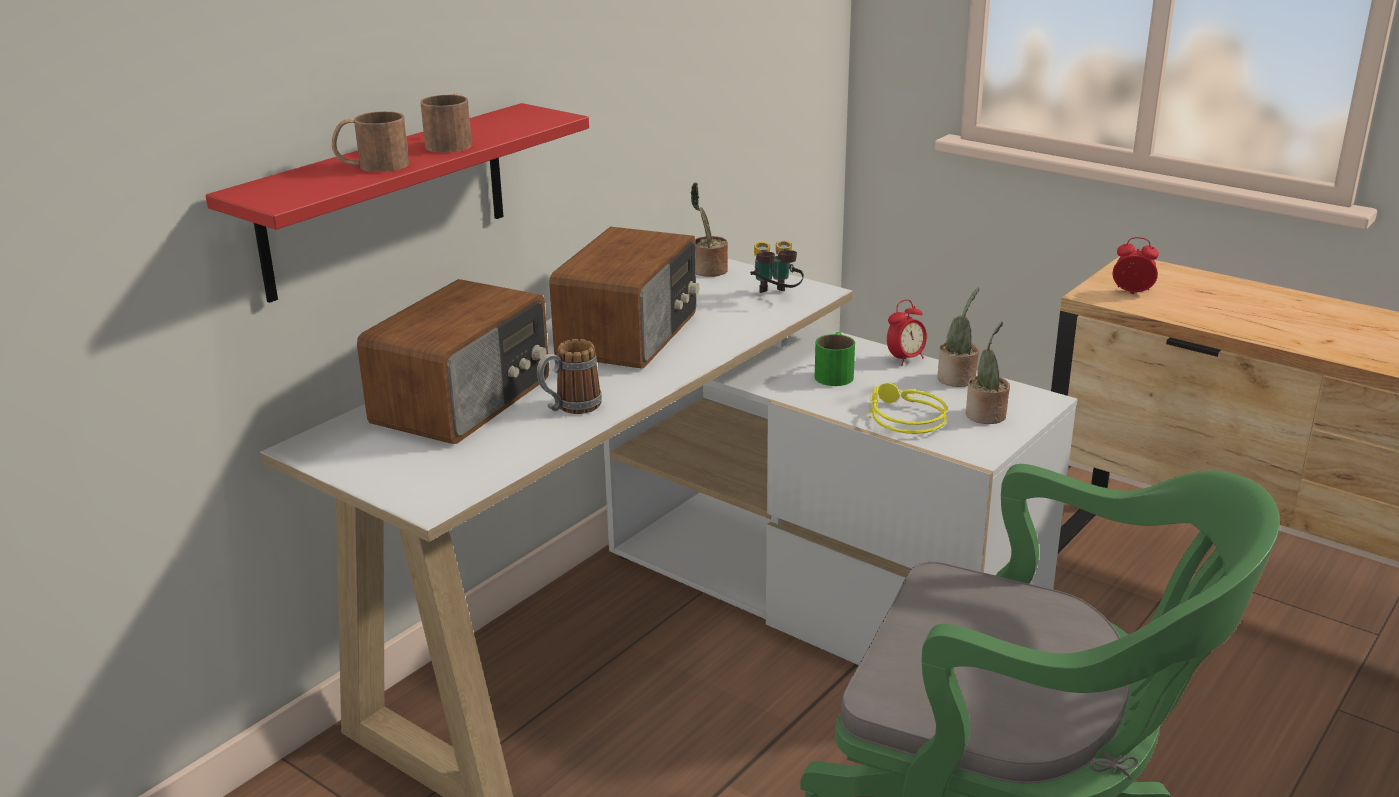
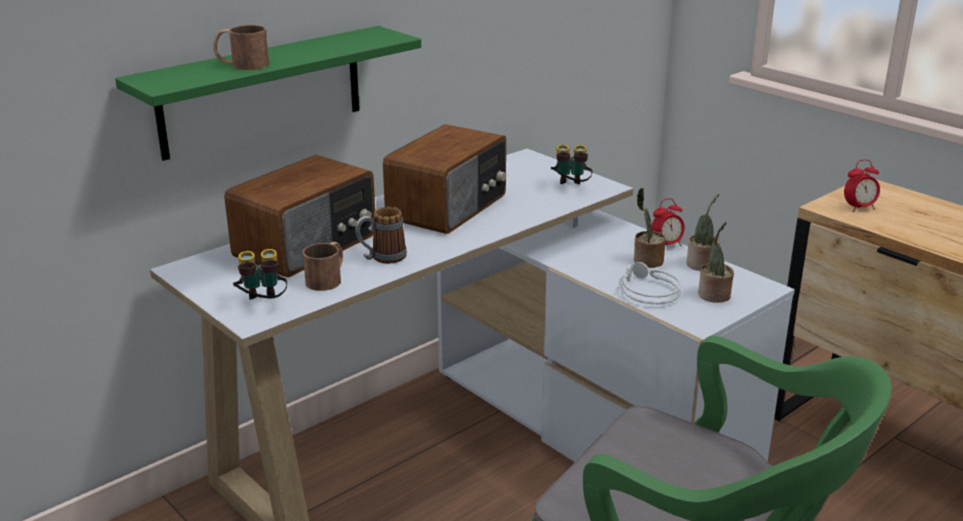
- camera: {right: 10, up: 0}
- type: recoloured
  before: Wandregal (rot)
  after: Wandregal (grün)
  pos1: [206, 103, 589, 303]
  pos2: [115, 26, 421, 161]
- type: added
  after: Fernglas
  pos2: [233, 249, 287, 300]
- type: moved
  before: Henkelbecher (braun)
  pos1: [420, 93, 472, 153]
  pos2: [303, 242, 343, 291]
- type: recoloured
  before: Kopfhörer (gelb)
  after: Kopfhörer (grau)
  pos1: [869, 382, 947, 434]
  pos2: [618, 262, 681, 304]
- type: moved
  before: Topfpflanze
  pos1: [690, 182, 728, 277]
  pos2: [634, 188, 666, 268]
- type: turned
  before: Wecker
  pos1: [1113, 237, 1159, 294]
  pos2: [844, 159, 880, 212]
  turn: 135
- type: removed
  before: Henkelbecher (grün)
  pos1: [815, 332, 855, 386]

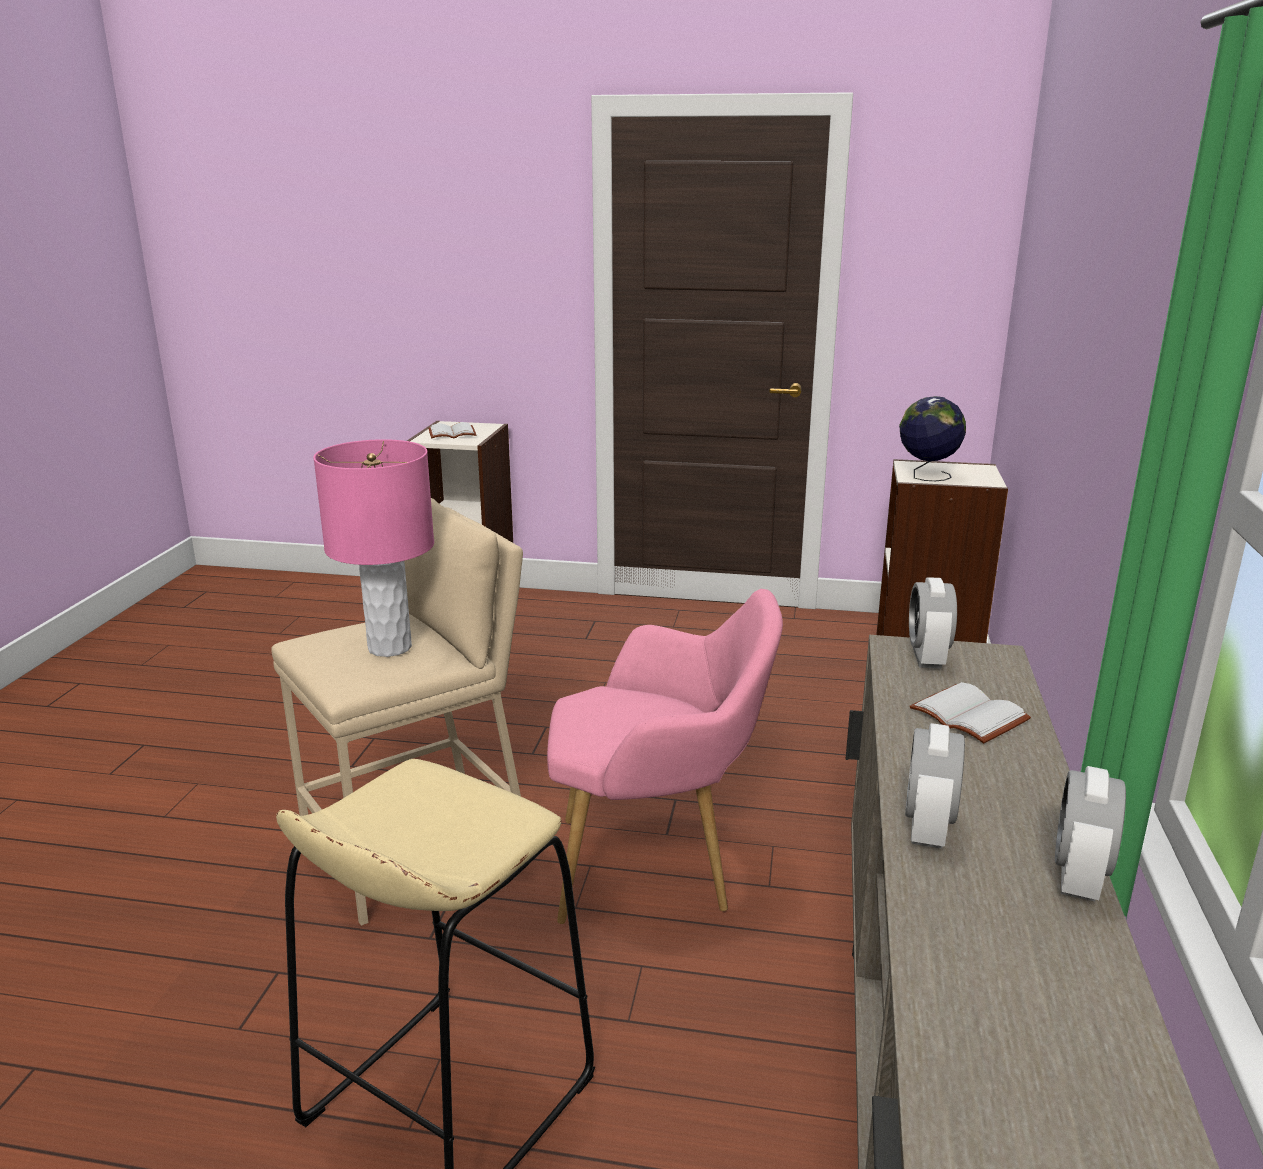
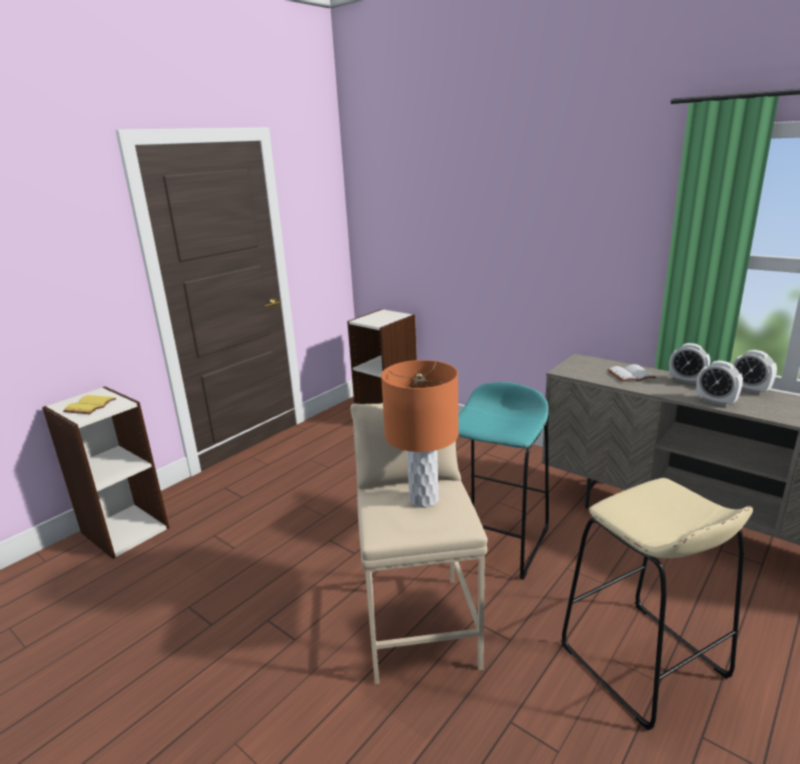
- camera: {right: -60, up: 0}
- type: recoloured
  before: Buch (weiß)
  after: Buch (gelb)
  pos1: [429, 422, 476, 438]
  pos2: [63, 395, 116, 414]
- type: recoloured
  before: Tischlampe (rosa)
  after: Tischlampe (orange)
  pos1: [313, 439, 434, 657]
  pos2: [381, 360, 459, 508]
- type: replaced
  before: Sessel (rosa)
  after: Hocker (türkis)
  pos1: [547, 589, 783, 924]
  pos2: [458, 382, 549, 580]
- type: moved
  before: Wecker
  pos1: [909, 577, 957, 669]
  pos2: [669, 343, 710, 385]
- type: removed
  before: Globus
  pos1: [899, 396, 966, 481]

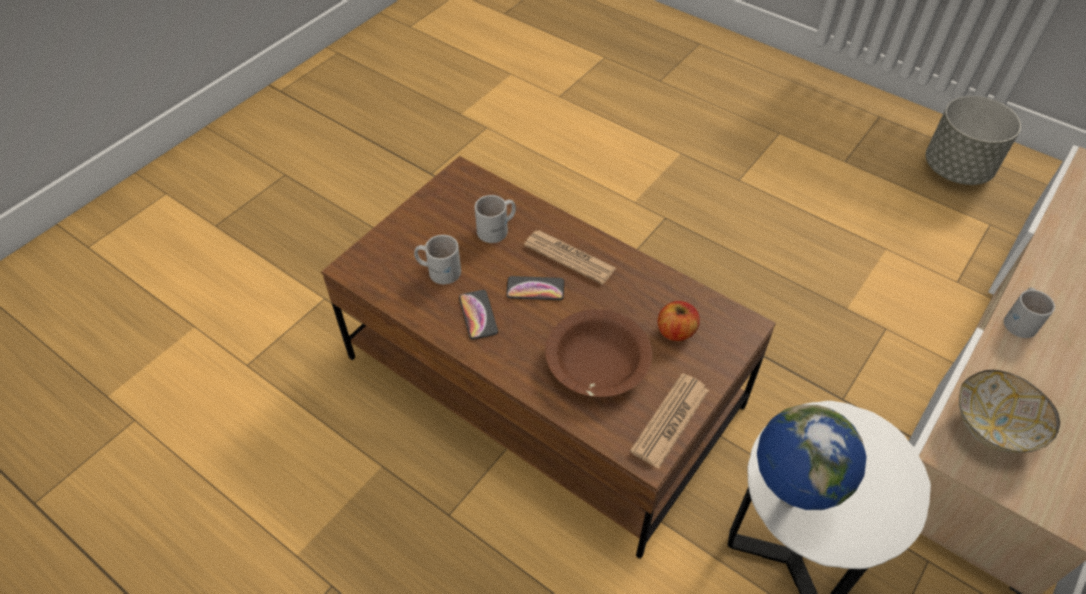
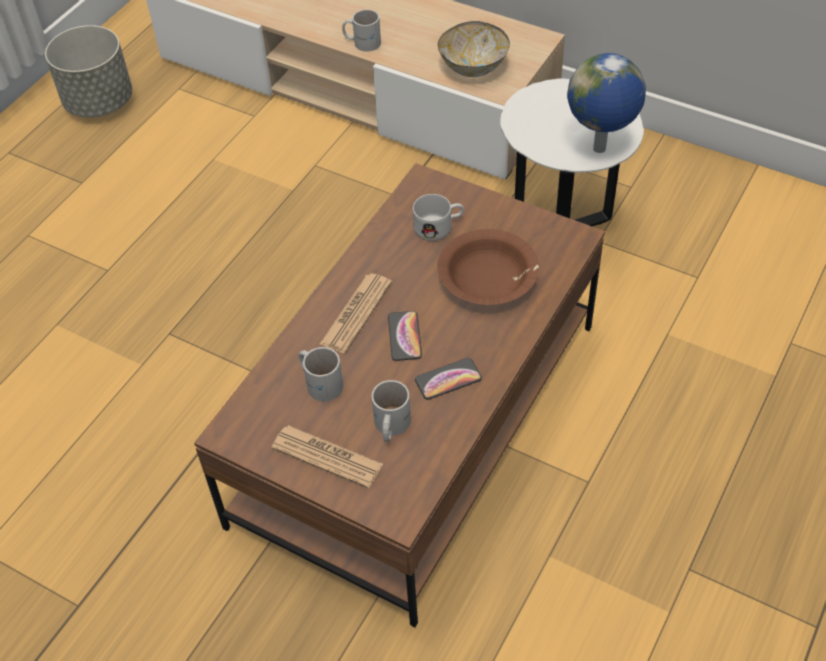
- camera: {right: -95, up: 0}
- type: moved
  before: Zeitung
  pos1: [630, 373, 709, 469]
  pos2: [272, 425, 383, 488]
- type: replaced
  before: Apfel
  after: Henkelbecher (weiß)
  pos1: [658, 301, 700, 341]
  pos2: [413, 194, 464, 241]

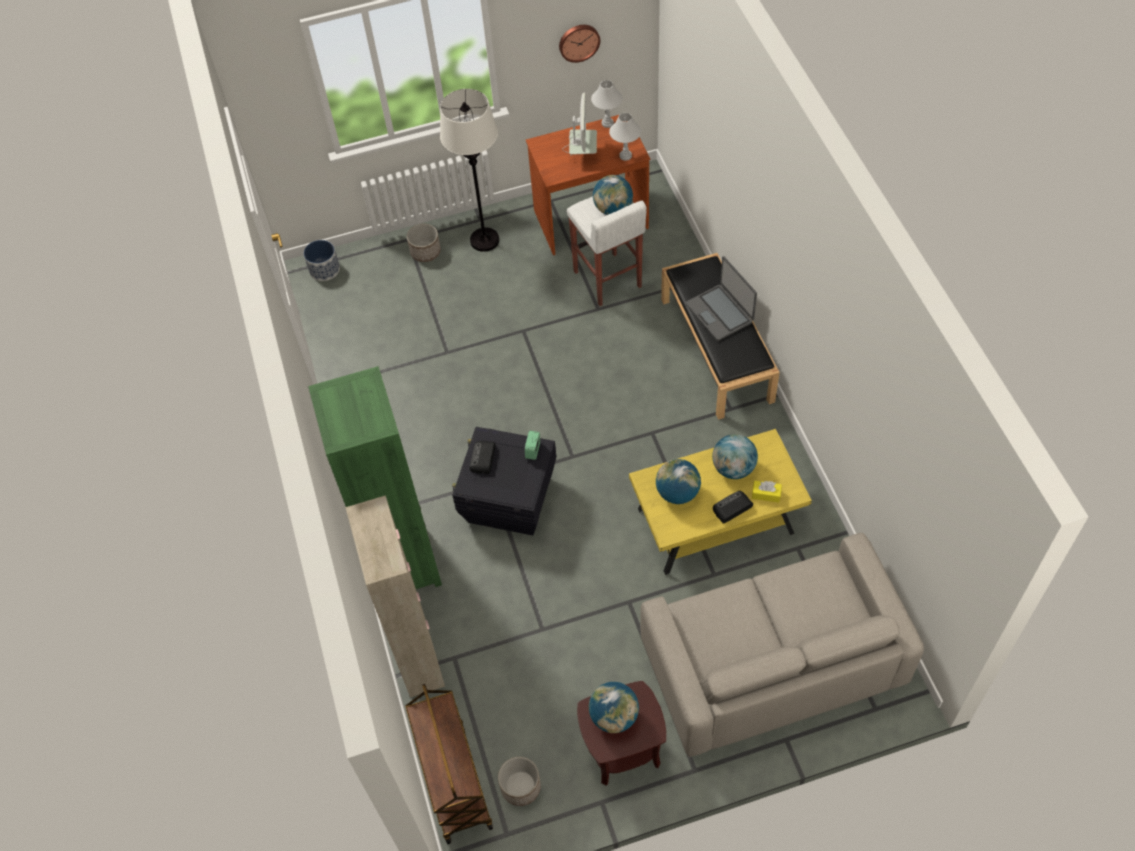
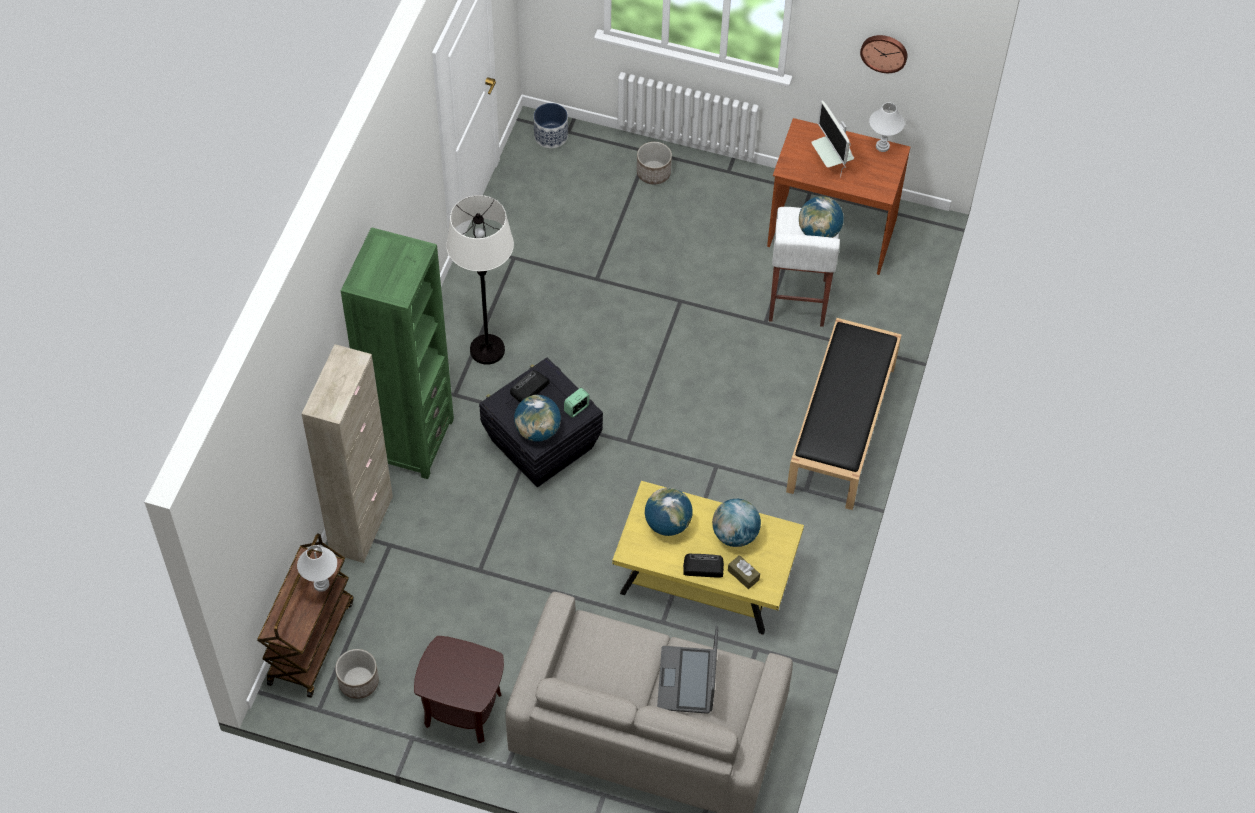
- camera: {right: 30, up: 0}
- type: moved
  before: Tischlampe (weiß)
  pos1: [609, 113, 641, 161]
  pos2: [297, 545, 337, 592]
- type: moved
  before: Stehlampe (weiß)
  pos1: [440, 89, 499, 252]
  pos2: [446, 195, 514, 365]
- type: moved
  before: Globus
  pos1: [589, 682, 639, 733]
  pos2: [514, 395, 561, 442]
- type: moved
  before: Laptop
  pos1: [686, 256, 757, 341]
  pos2: [657, 626, 718, 714]
- type: recoloured
  before: Taschentuchbox (gelb)
  after: Taschentuchbox (braun)
  pos1: [752, 480, 782, 503]
  pos2: [728, 555, 760, 589]
- type: turned
  before: Monitor
  pos1: [562, 93, 597, 156]
  pos2: [811, 101, 854, 177]
  turn: 120

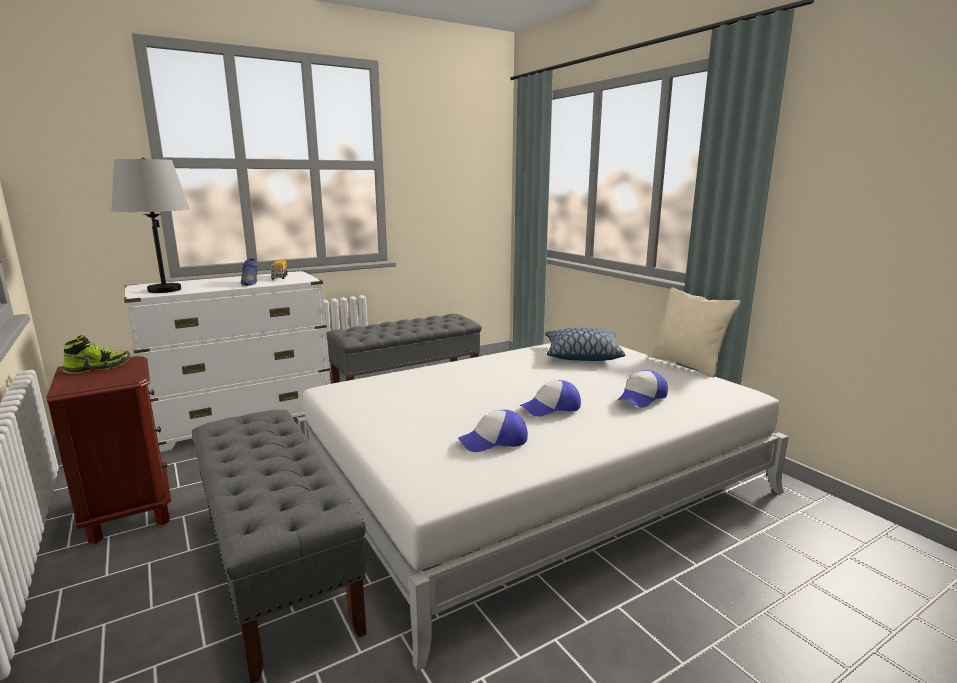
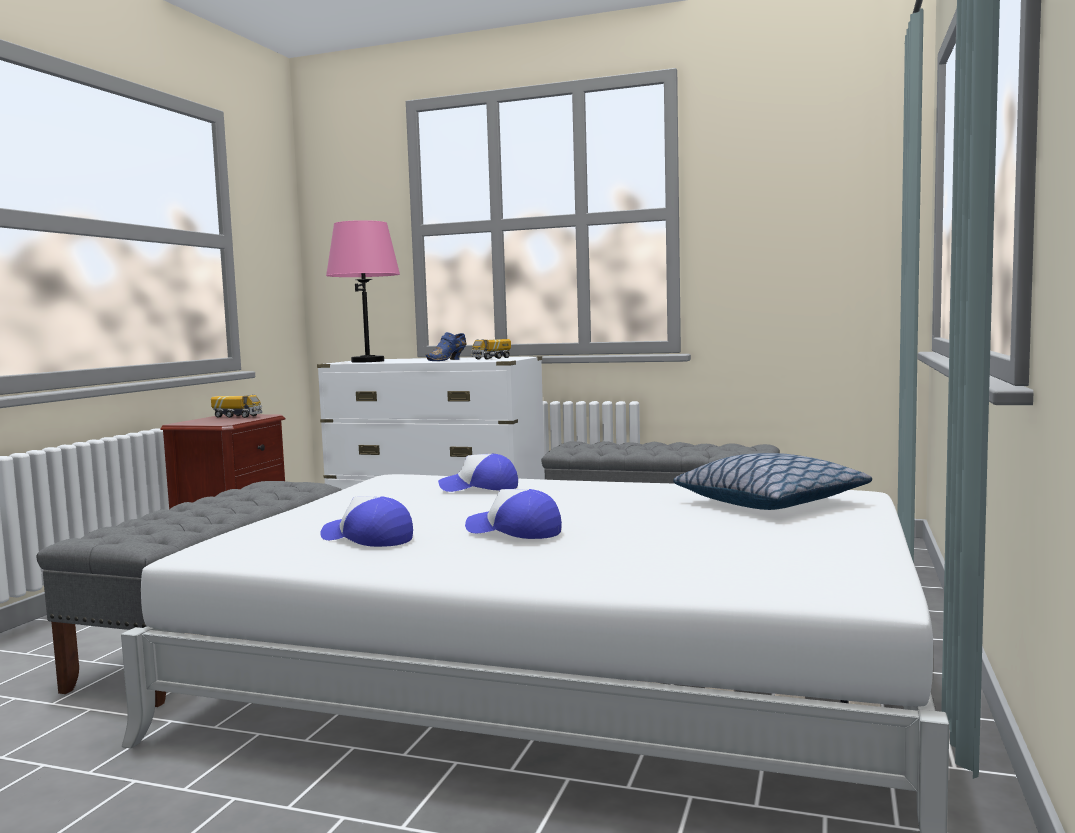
- camera: {right: 50, up: -10}
- type: replaced
  before: Schuh
  after: Spielzeuglaster
  pos1: [63, 334, 130, 374]
  pos2: [211, 394, 263, 418]
- type: recoloured
  before: Tischlampe (grau)
  after: Tischlampe (rosa)
  pos1: [111, 158, 190, 293]
  pos2: [326, 220, 400, 363]
- type: moved
  before: Kappe
  pos1: [617, 370, 668, 408]
  pos2: [438, 454, 518, 492]
- type: removed
  before: Kissen (beige)
  pos1: [649, 287, 741, 377]

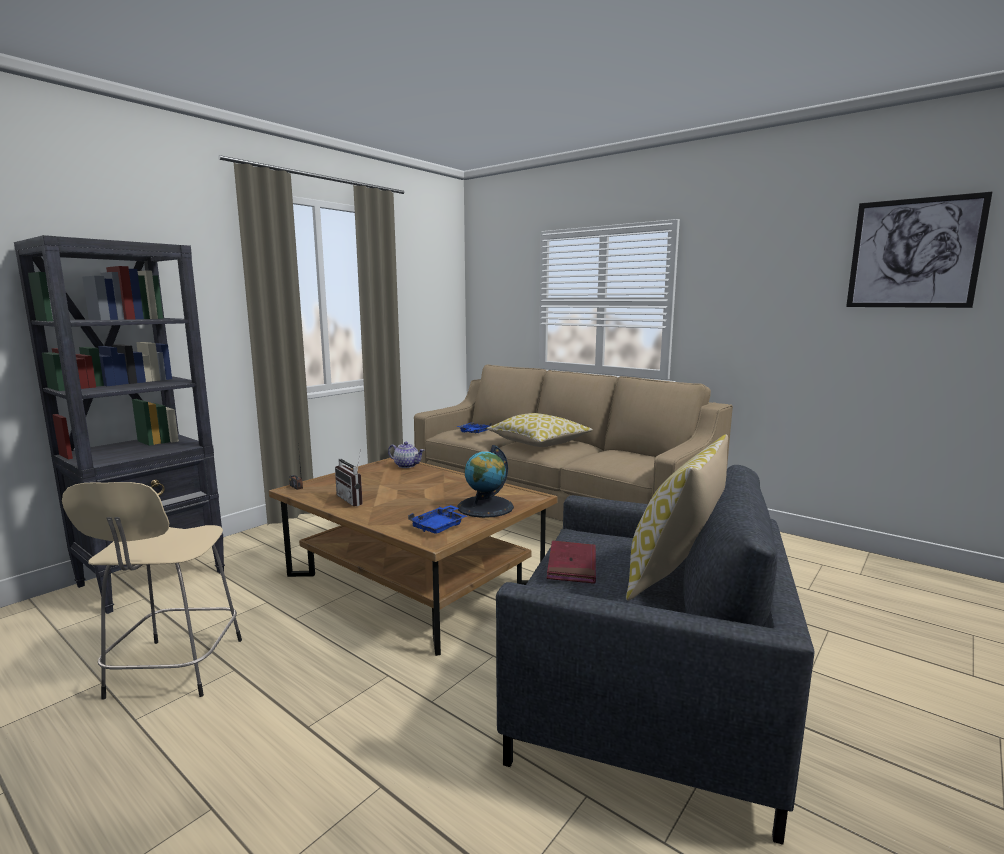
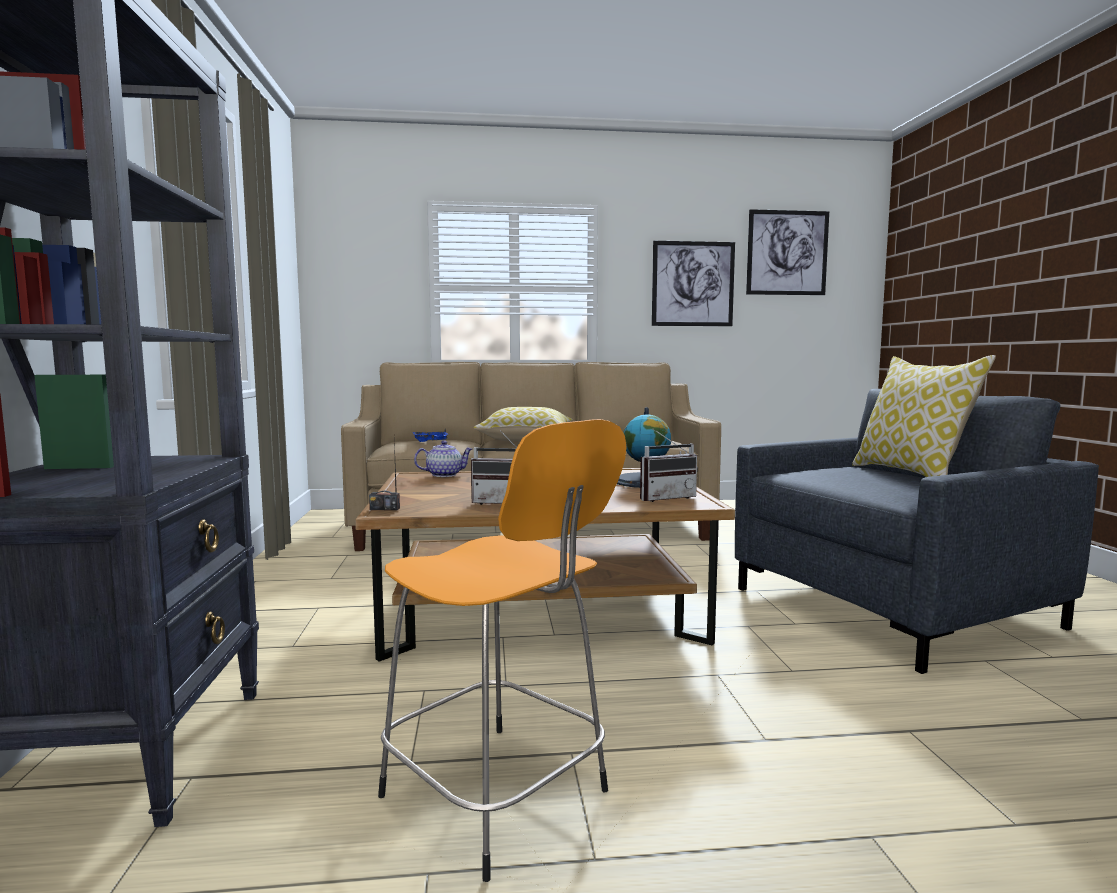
- camera: {right: -45, up: -5}
- type: recoloured
  before: Hocker (beige)
  after: Hocker (orange)
  pos1: [62, 482, 242, 700]
  pos2: [378, 419, 627, 882]
- type: replaced
  before: Tablett (blau)
  after: Radio
  pos1: [408, 505, 467, 534]
  pos2: [640, 429, 698, 502]
- type: added
  after: Bild
  pos2: [652, 241, 735, 326]
- type: removed
  before: Buch (rot)
  pos1: [547, 541, 596, 584]

